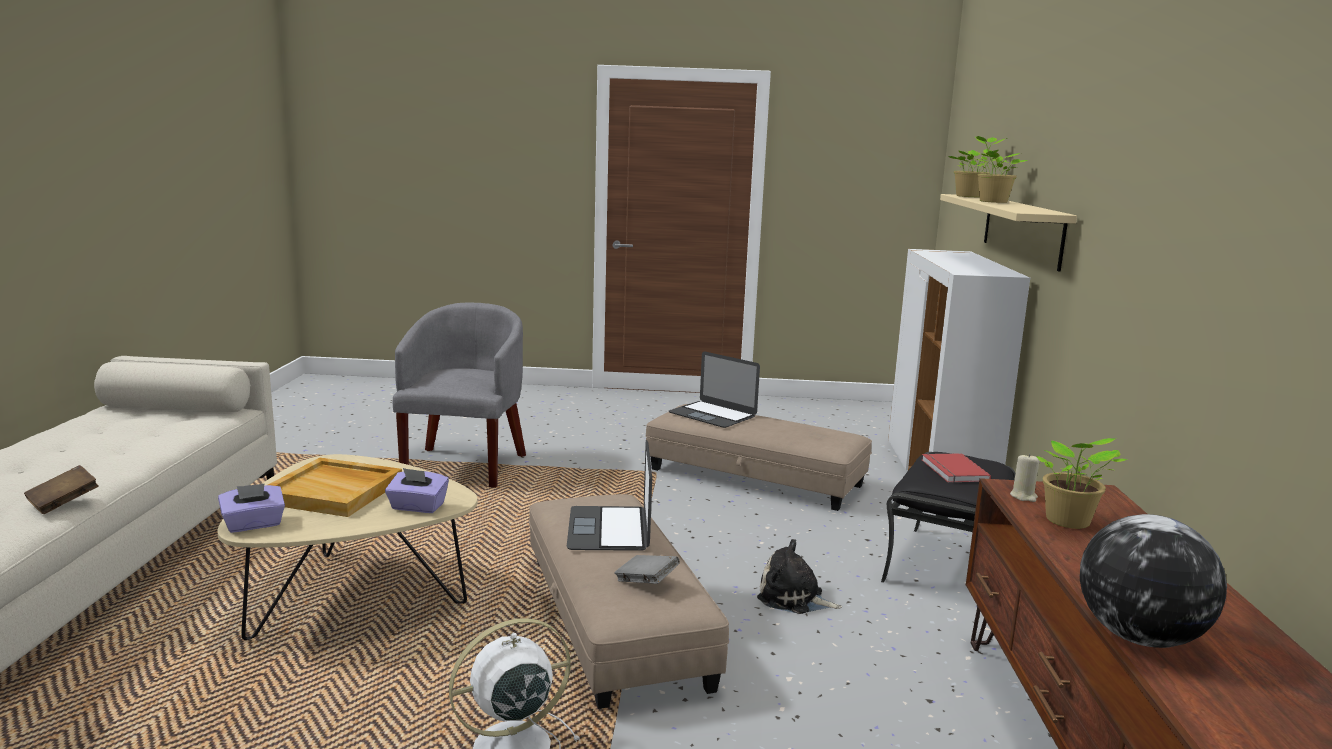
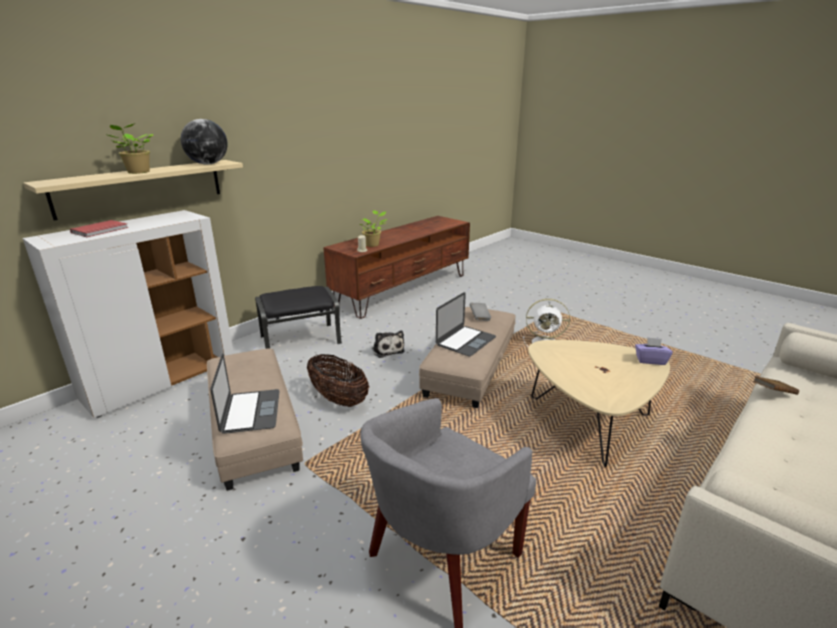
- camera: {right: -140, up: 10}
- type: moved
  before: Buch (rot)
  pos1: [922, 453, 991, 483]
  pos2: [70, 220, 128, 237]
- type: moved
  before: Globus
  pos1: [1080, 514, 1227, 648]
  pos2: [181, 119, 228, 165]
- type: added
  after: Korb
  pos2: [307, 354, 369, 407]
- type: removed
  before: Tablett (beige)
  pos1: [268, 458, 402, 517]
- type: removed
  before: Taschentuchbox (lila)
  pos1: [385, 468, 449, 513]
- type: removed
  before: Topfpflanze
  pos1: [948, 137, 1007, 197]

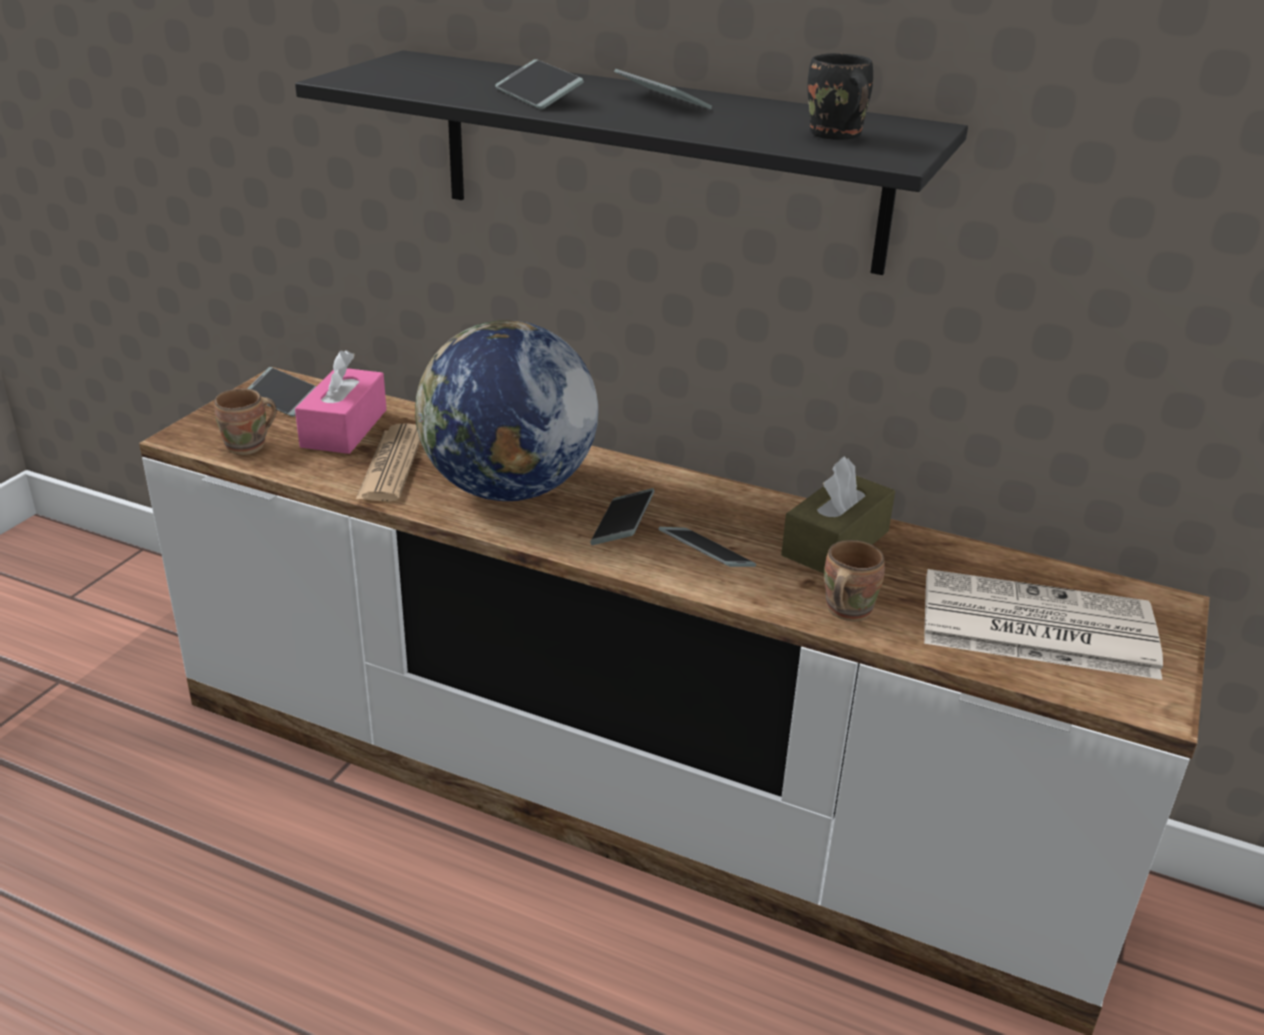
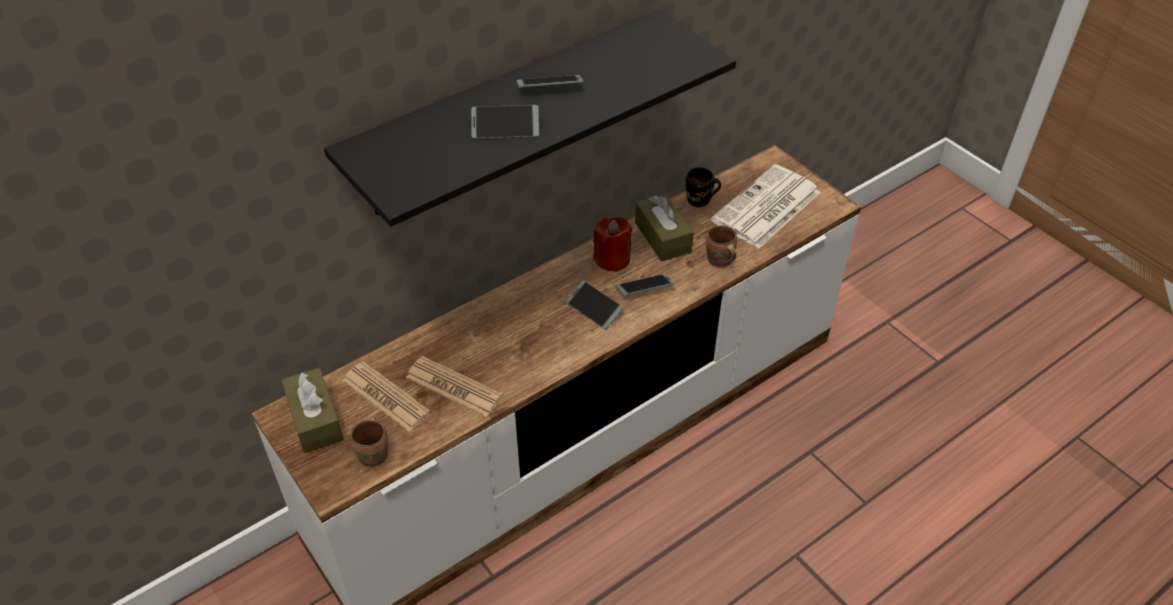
- camera: {right: -60, up: 15}
- type: replaced
  before: Handy
  after: Taschentuchbox (braun)
  pos1: [247, 367, 317, 417]
  pos2: [281, 368, 344, 453]
- type: replaced
  before: Taschentuchbox (rosa)
  after: Zeitung
  pos1: [295, 350, 387, 454]
  pos2: [342, 361, 431, 432]
- type: added
  after: Kerze (rot)
  pos2: [593, 217, 632, 272]
- type: moved
  before: Henkelbecher (schwarz)
  pos1: [807, 53, 873, 140]
  pos2: [686, 167, 721, 207]
- type: removed
  before: Globus
  pos1: [415, 320, 598, 501]

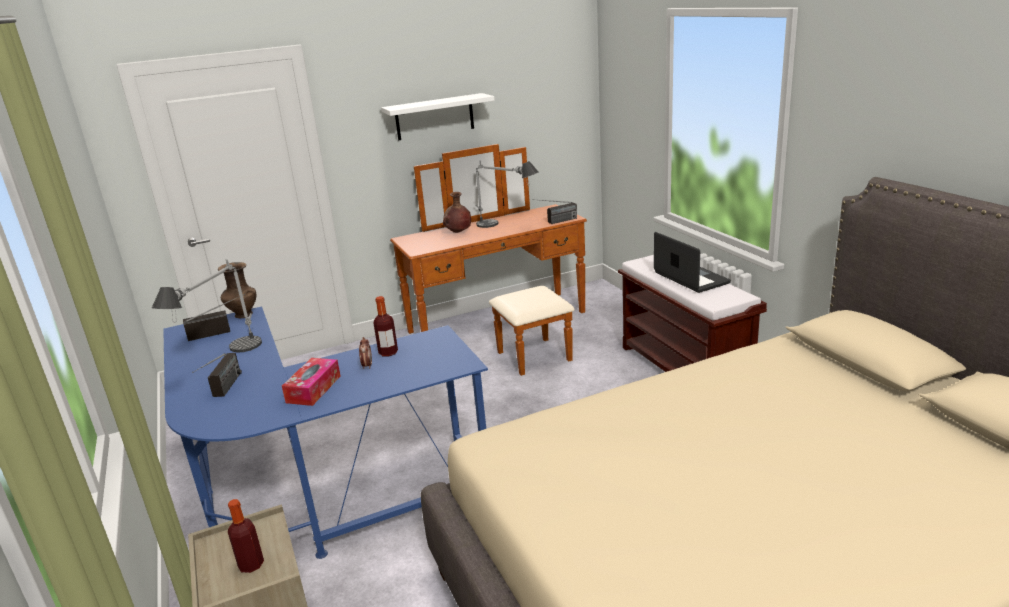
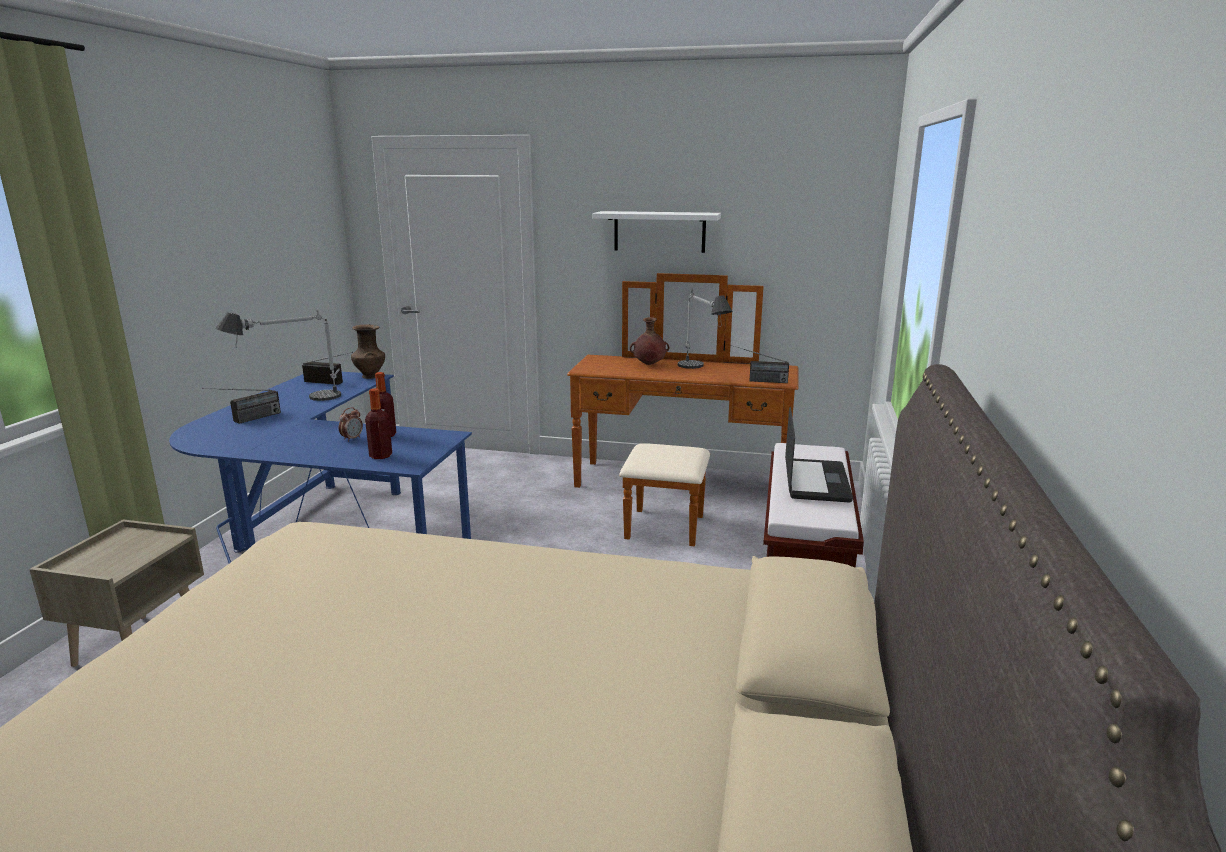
- camera: {right: 35, up: -5}
- type: moved
  before: Flasche
  pos1: [228, 499, 264, 573]
  pos2: [365, 388, 392, 459]
- type: removed
  before: Taschentuchbox
  pos1: [282, 358, 340, 406]

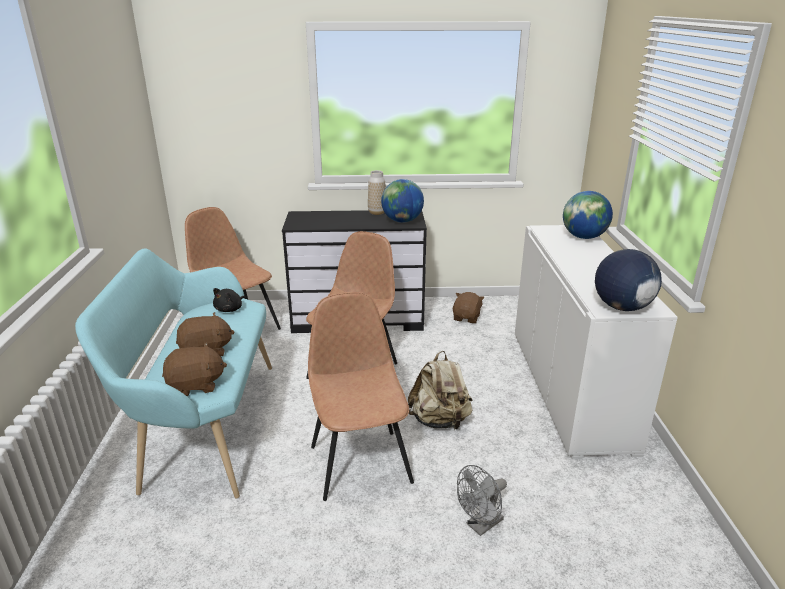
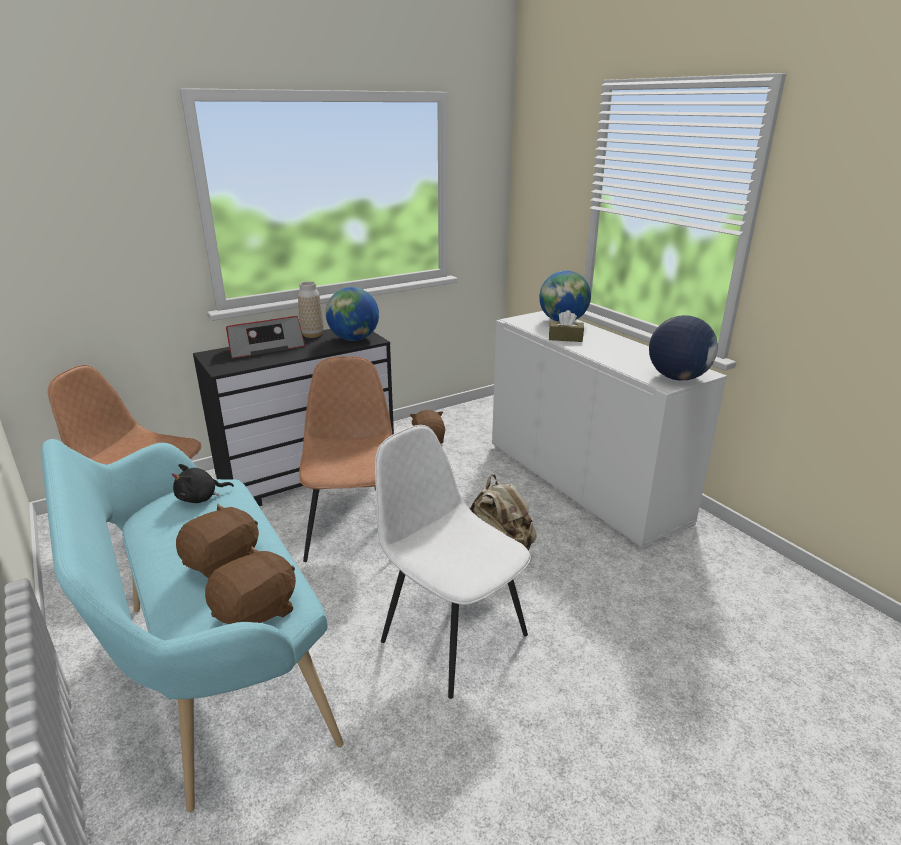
- camera: {right: -30, up: 0}
- type: turned
  before: Plüschtier (schwarz)
  pos1: [213, 288, 246, 312]
  pos2: [172, 464, 234, 503]
  turn: 60
- type: added
  after: Radio
  pos2: [226, 316, 305, 358]
- type: recoloured
  before: Stuhl (braun)
  after: Stuhl (weiß)
  pos1: [308, 292, 414, 501]
  pos2: [375, 425, 531, 699]
- type: added
  after: Taschentuchbox (braun)
  pos2: [549, 310, 584, 342]
- type: removed
  before: Ventilator (grau)
  pos1: [457, 465, 507, 536]

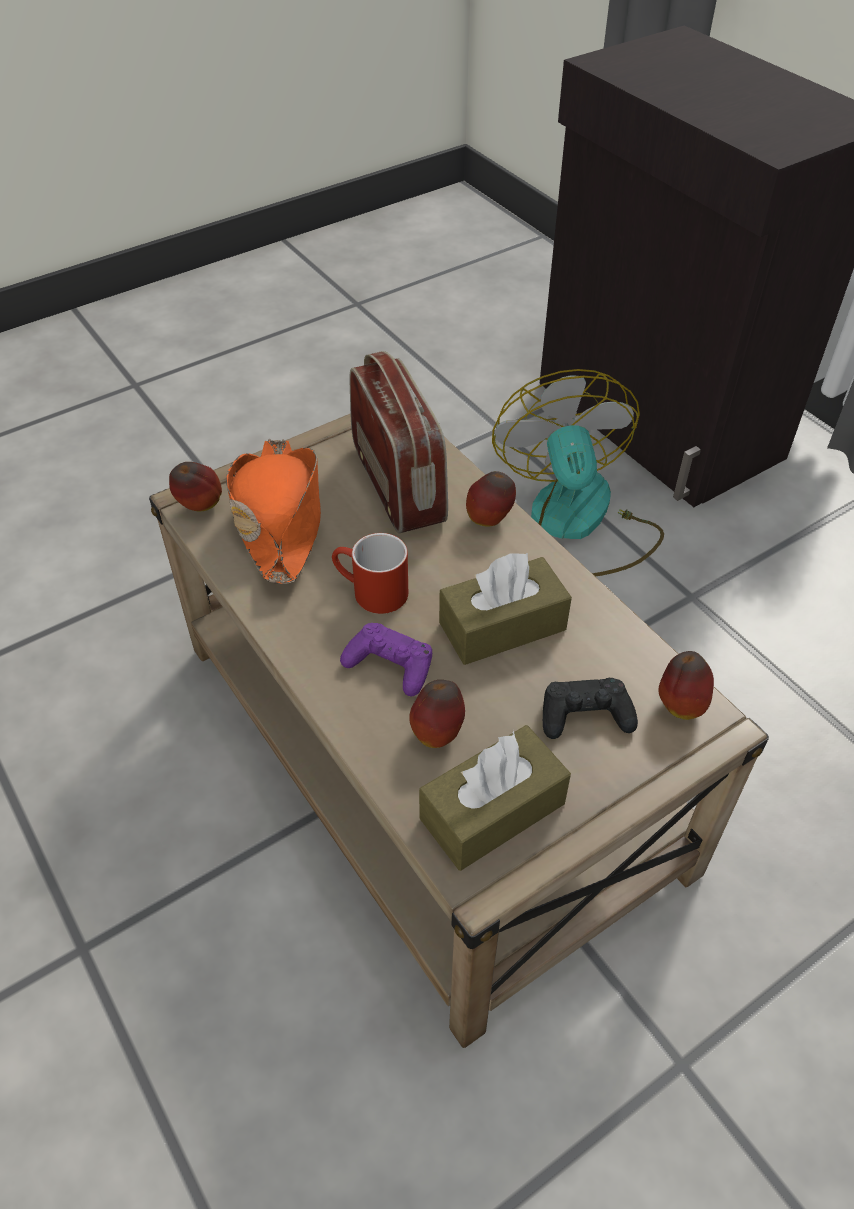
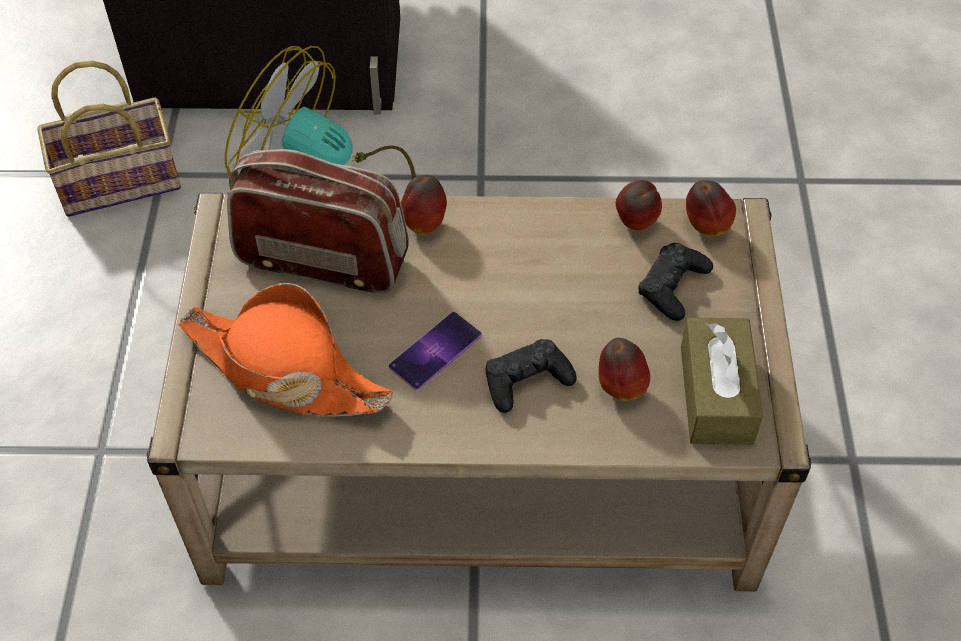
- camera: {right: -55, up: 5}
- type: added
  after: Korb
  pos2: [37, 60, 181, 217]
- type: replaced
  before: Henkelbecher (rot)
  after: Handy
  pos1: [332, 533, 408, 614]
  pos2: [389, 312, 482, 391]
- type: recoloured
  before: Gamepad (lila)
  after: Gamepad (schwarz)
  pos1: [340, 623, 432, 696]
  pos2: [485, 339, 577, 413]
- type: moved
  before: Apfel
  pos1: [169, 462, 222, 511]
  pos2: [616, 180, 662, 230]
- type: removed
  before: Taschentuchbox (braun)
  pos1: [439, 552, 572, 665]

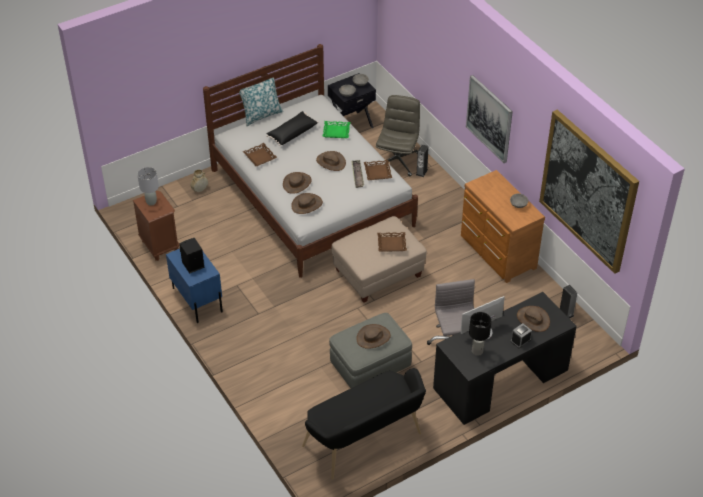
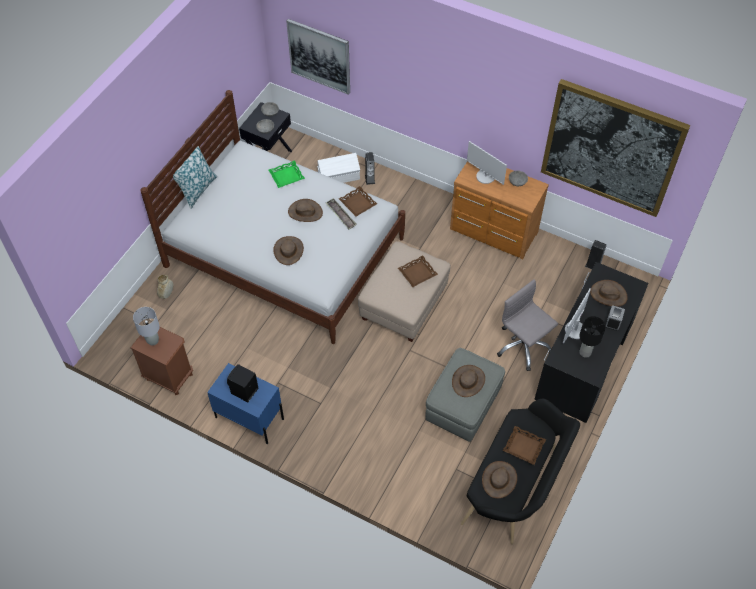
- camera: {right: -30, up: 10}
- type: moved
  before: Bild
  pos1: [466, 75, 513, 163]
  pos2: [286, 19, 350, 95]
- type: replaced
  before: Bürostuhl (grau)
  after: Aufbewahrungsbox (weiß)
  pos1: [376, 95, 420, 176]
  pos2: [317, 153, 360, 183]
- type: added
  after: Monitor
  pos2: [467, 141, 507, 185]
- type: moved
  before: Hut (braun)
  pos1: [291, 193, 323, 214]
  pos2: [482, 461, 517, 498]
- type: moved
  before: Tablett (braun)
  pos1: [243, 143, 277, 166]
  pos2: [503, 426, 546, 465]
- type: removed
  before: Kissen (schwarz)
  pos1: [266, 111, 318, 146]

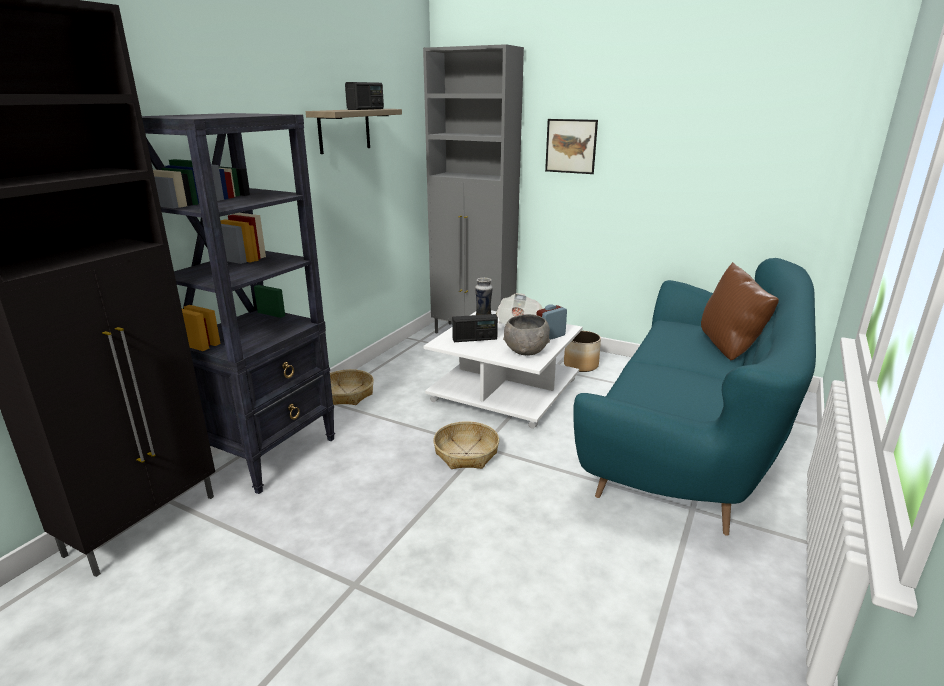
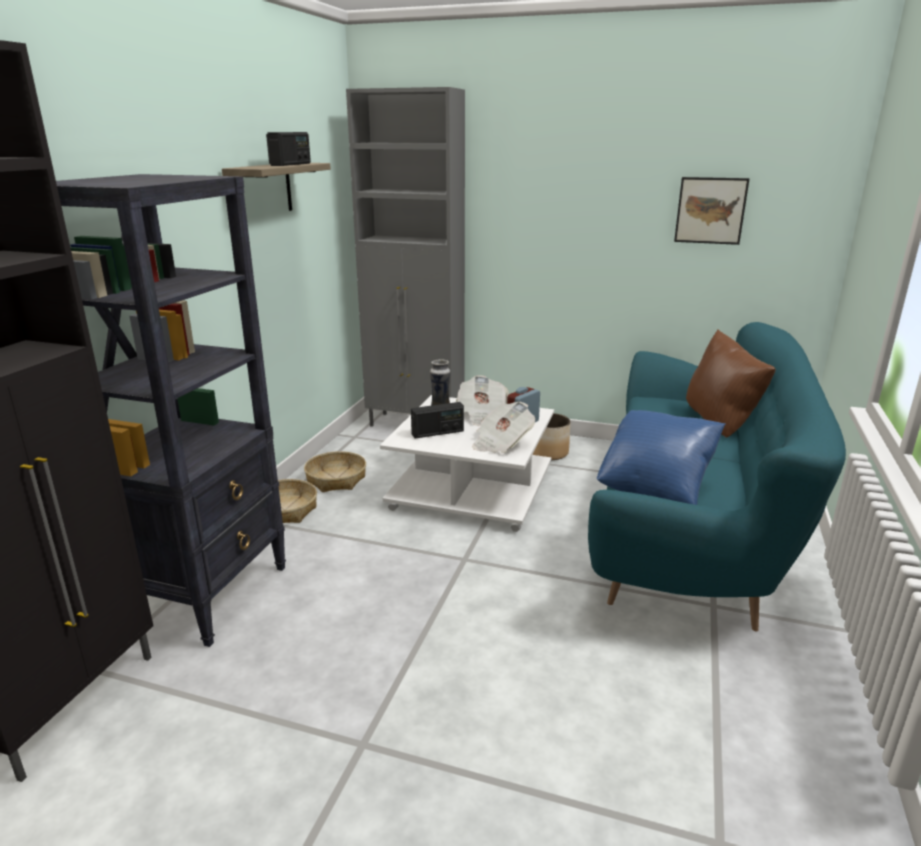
- camera: {right: -10, up: 0}
- type: moved
  before: Korb
  pos1: [433, 421, 499, 469]
  pos2: [304, 451, 366, 492]
- type: replaced
  before: Schüssel (grau)
  after: Zeitung
  pos1: [503, 314, 550, 356]
  pos2: [472, 402, 535, 453]
- type: added
  after: Kissen (blau)
  pos2: [597, 410, 726, 505]
- type: moved
  before: Bild
  pos1: [545, 119, 598, 174]
  pos2: [674, 177, 749, 245]

